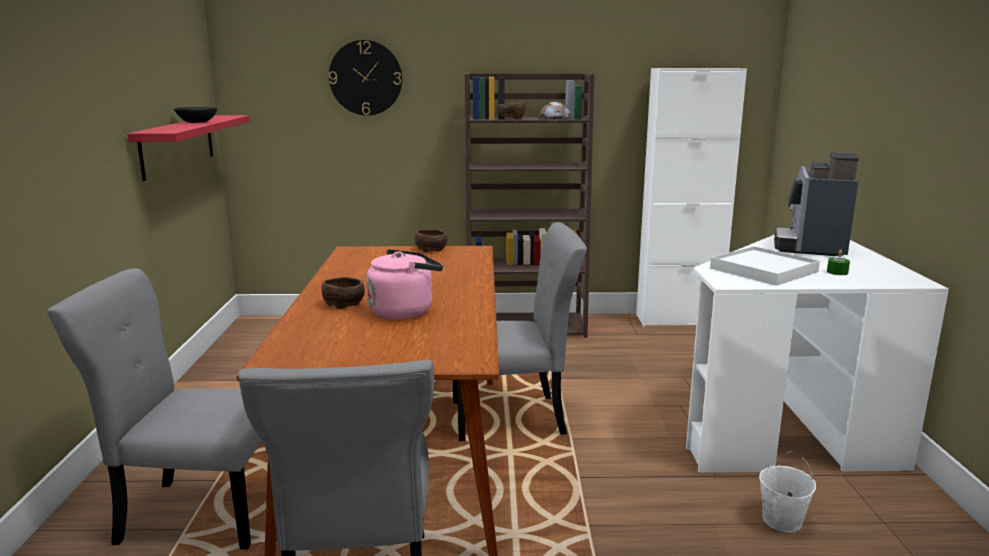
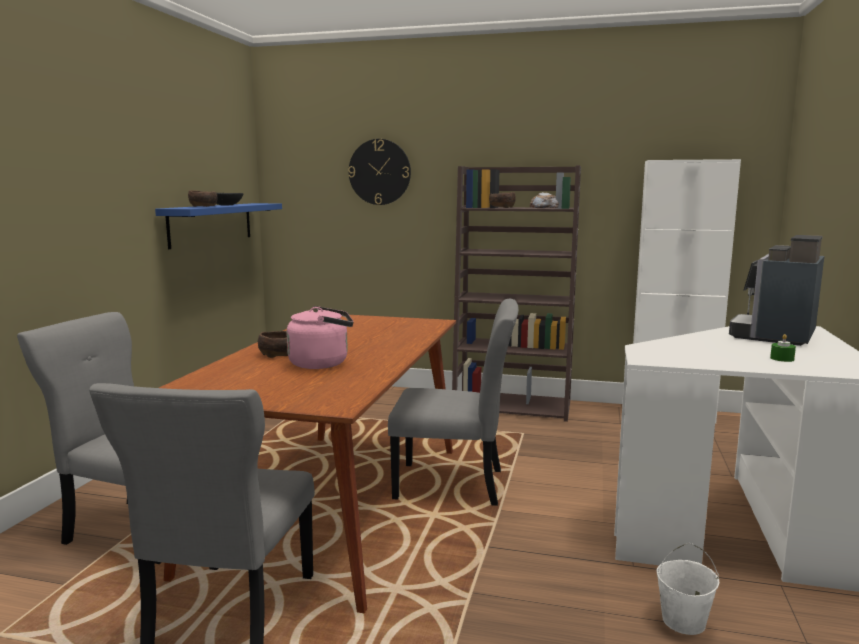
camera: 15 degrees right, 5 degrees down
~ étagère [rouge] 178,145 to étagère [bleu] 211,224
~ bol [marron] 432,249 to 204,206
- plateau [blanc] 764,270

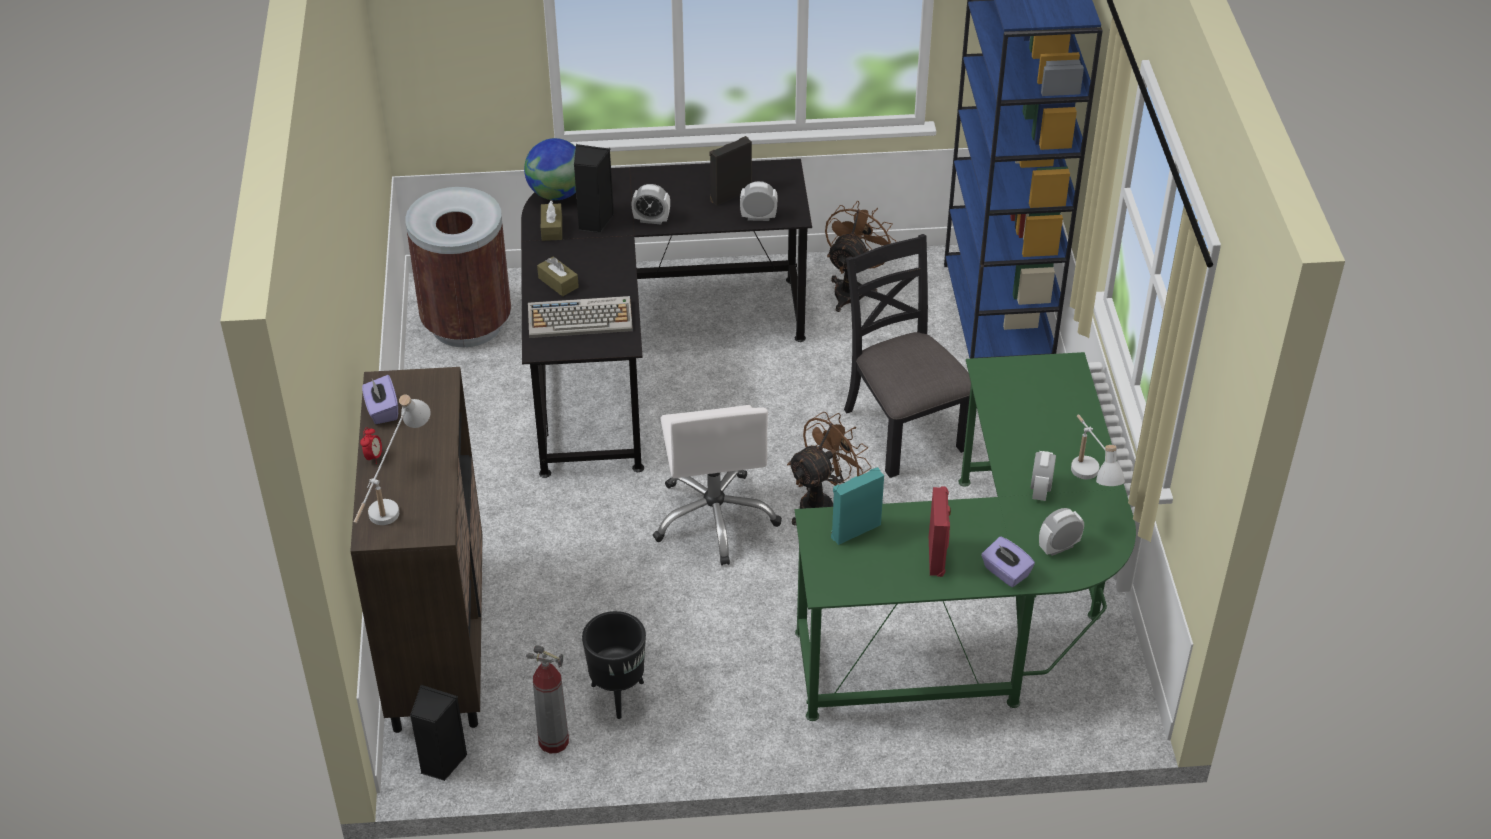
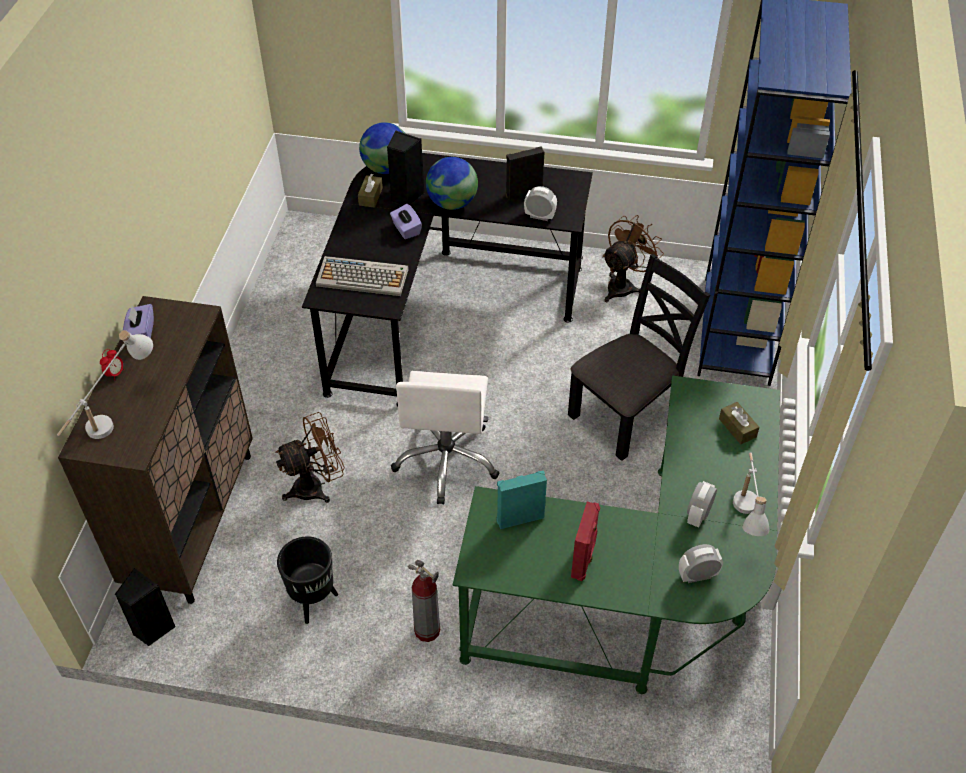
camera: 15 degrees right, 5 degrees up
~ ventilateur [marron] 823,504 to 316,486
~ boîte à mouchoirs [violet] 1005,572 to 406,229
~ extincteur 553,741 to 427,630
~ réveil 651,220 to globe 452,203
~ chaise [noir] 903,428 = 627,414 60 degrees clockwise
~ boîte à mouchoirs [marron] 558,282 to 737,428
- poubelle [marron] 466,322

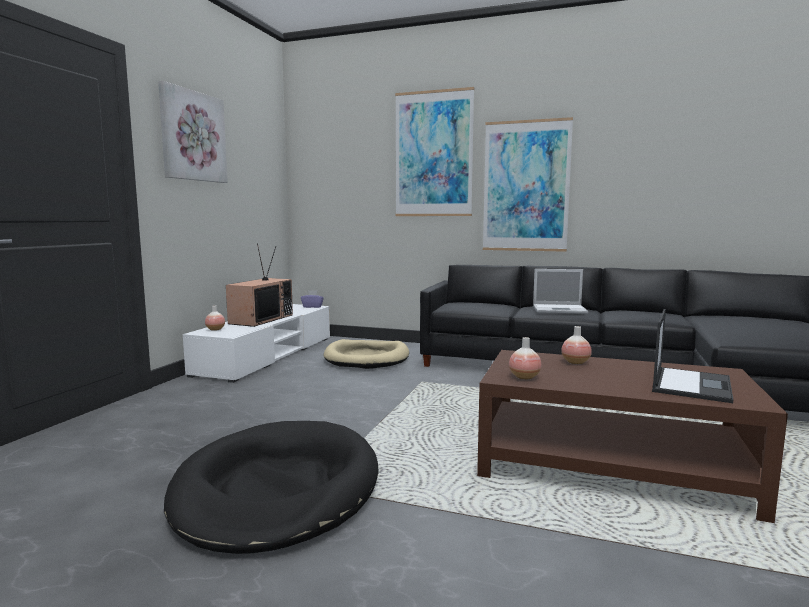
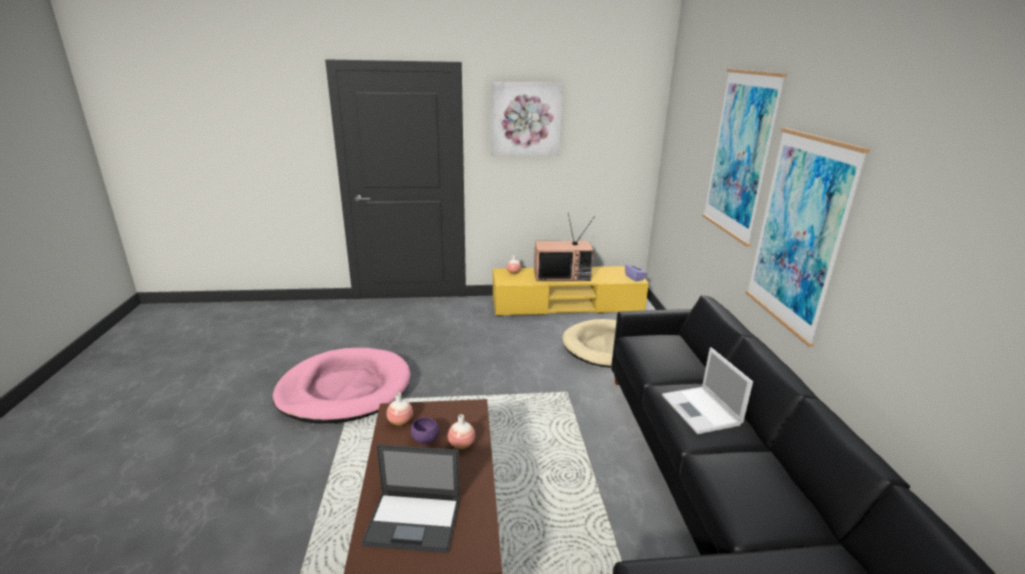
camera: 65 degrees right, 15 degrees up
~ panier pour chien [noir] 277,489 to panier pour chien [rose] 344,390
+ bol [violet] 425,439
~ meuble télé [blanc] 267,355 to meuble télé [jaune] 566,305

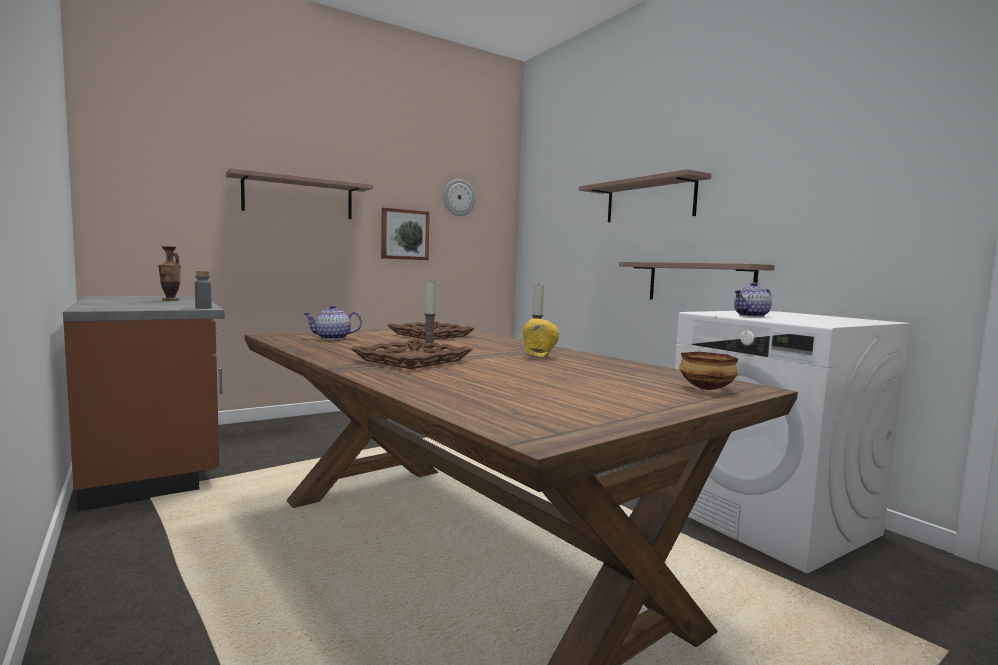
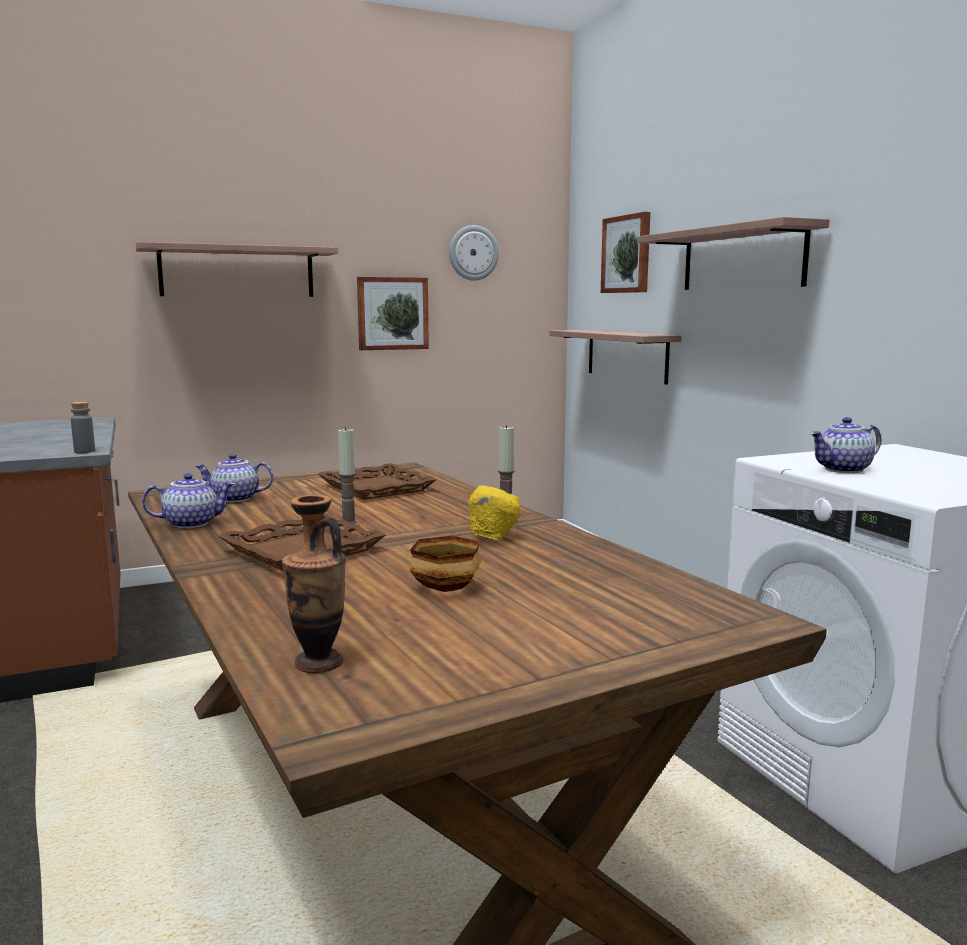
camera: 10 degrees right, 5 degrees up
+ théière 191,523
~ vase 170,300 to 318,663
~ bol 704,388 to 443,588
~ étagère 699,283 to 626,355
+ tableau 627,254

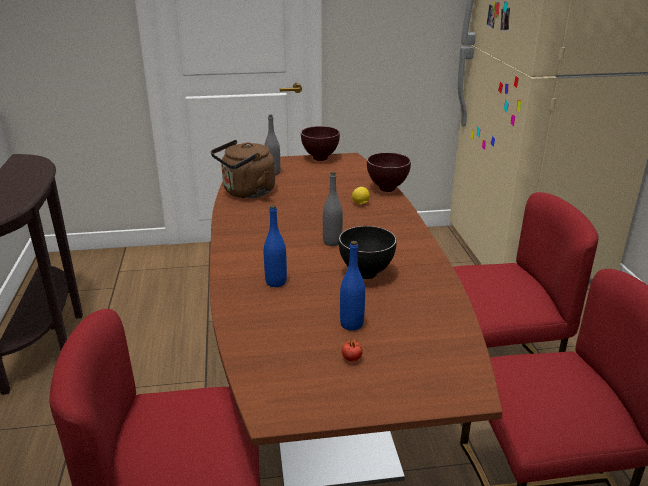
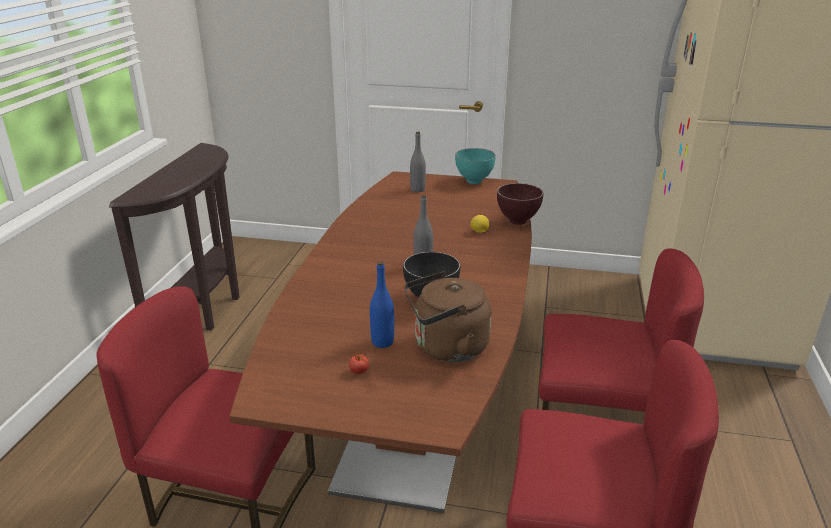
camera: 20 degrees right, 0 degrees up
~ bouilloire [marron] 246,192 to 446,348
~ bol [marron] 321,159 to bol [turquoise] 475,182
- bouteille [bleu] 276,282

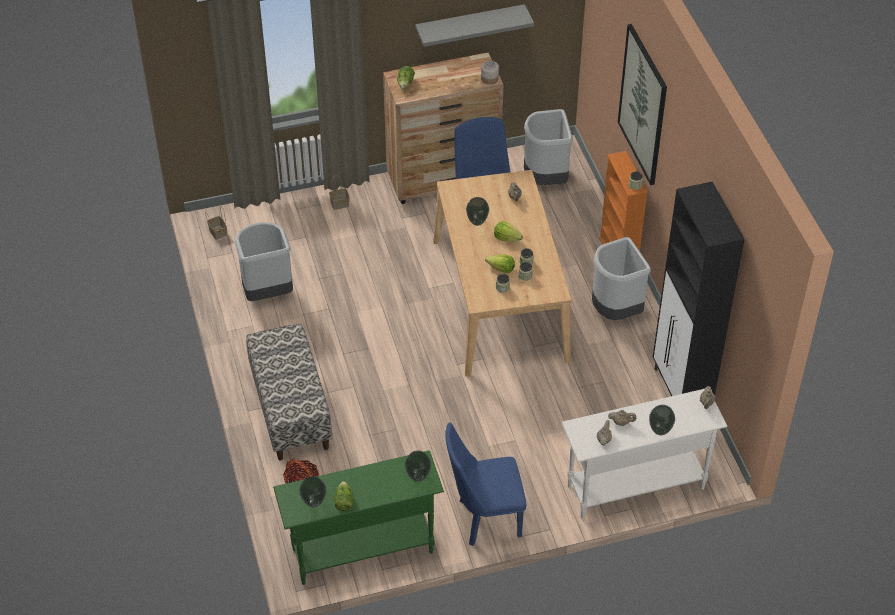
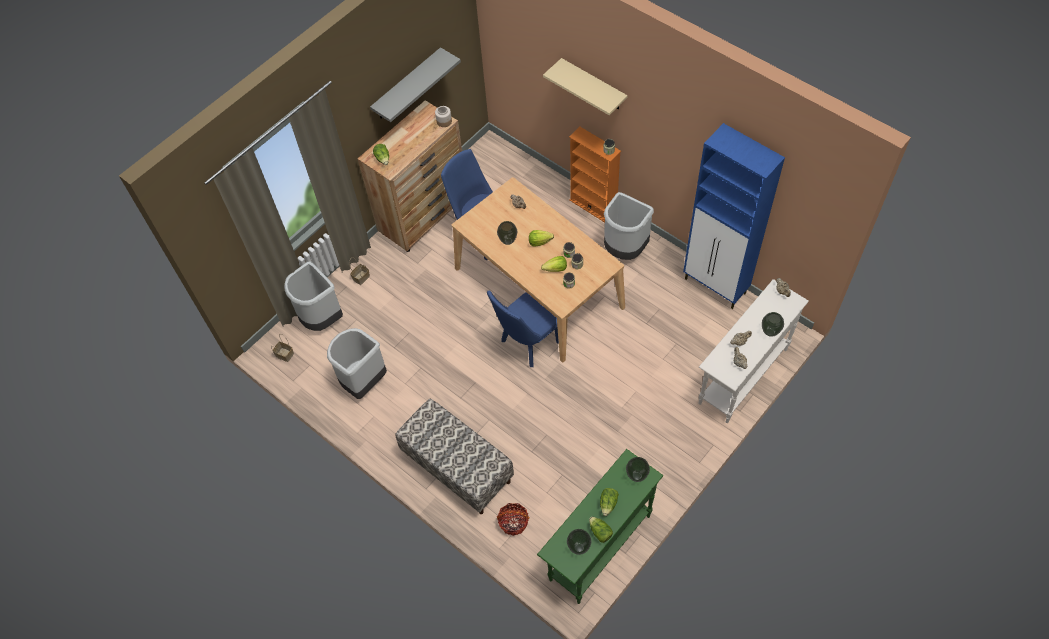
camera: 30 degrees left, 10 degrees up
~ poubelle [gris] 545,179 to 321,319
~ chaise [bleu] 484,519 to 527,345
~ tableau 643,105 to étagère [beige] 593,85
+ laitue 608,504
~ meuble de rangement [noir] 680,393 to meuble de rangement [bleu] 715,286

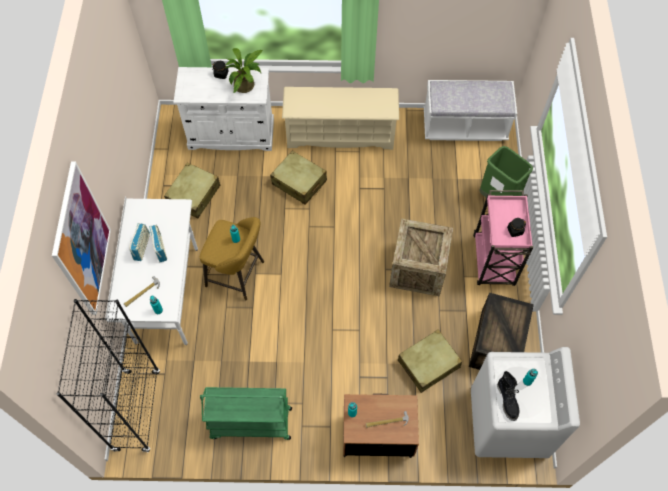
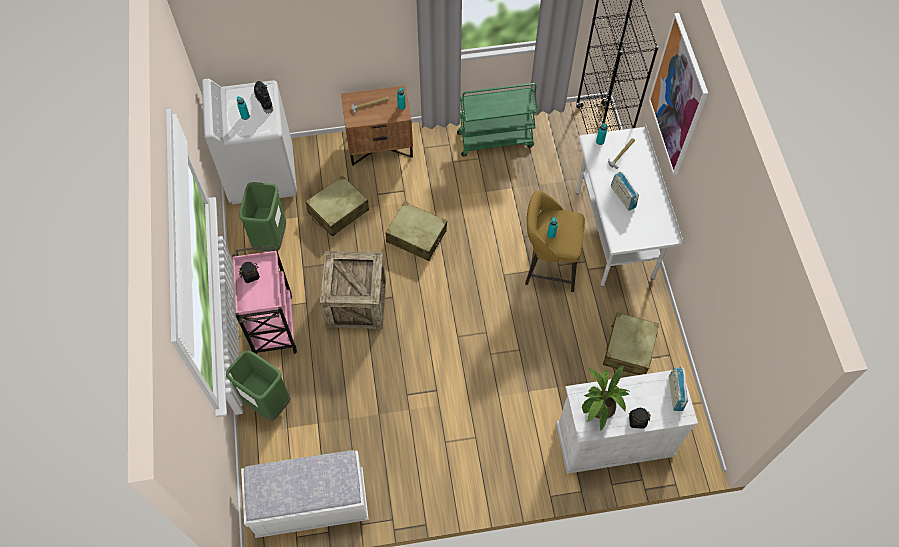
camera: 170 degrees right, 0 degrees up
~ caisse 497,345 to poubelle [vert] 271,239
~ valise [beige] 299,182 to 416,236
~ radio 142,247 to 675,393
- étagère à chaussures [beige] 340,134

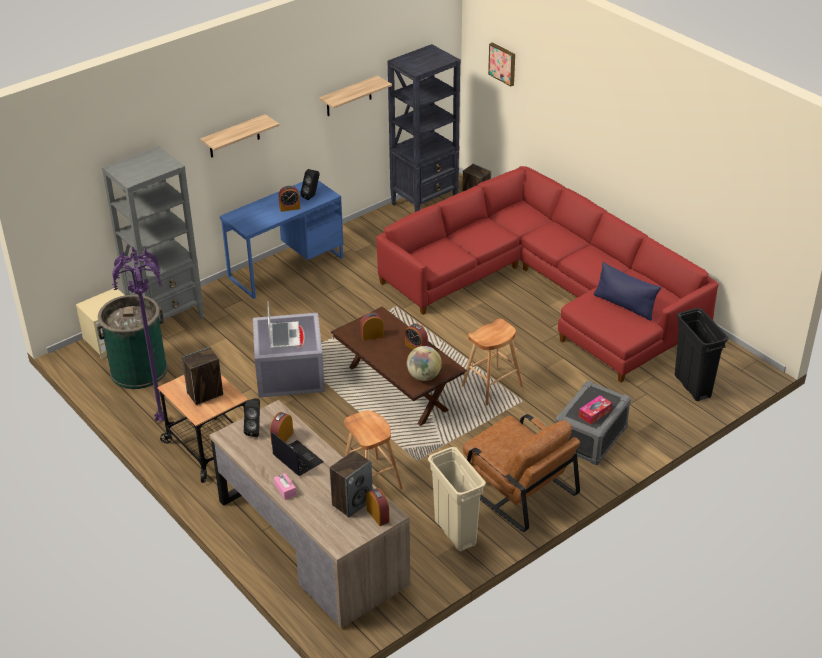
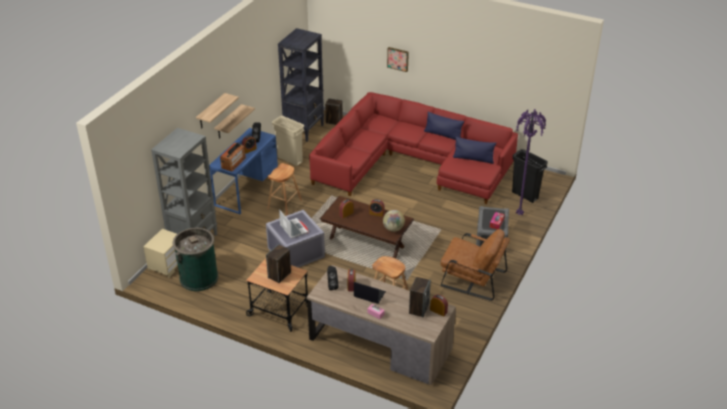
camera: 25 degrees left, 0 degrees up
~ étagère 349,96 to 228,122
+ radio 233,163
~ tabouret [marron] 492,386 to 284,204
~ poubelle [beige] 455,533 to 290,160
~ tableau 503,63 to 398,59
+ coussin [bleu] 443,135
~ lampadaire [violet] 161,419 to 518,214

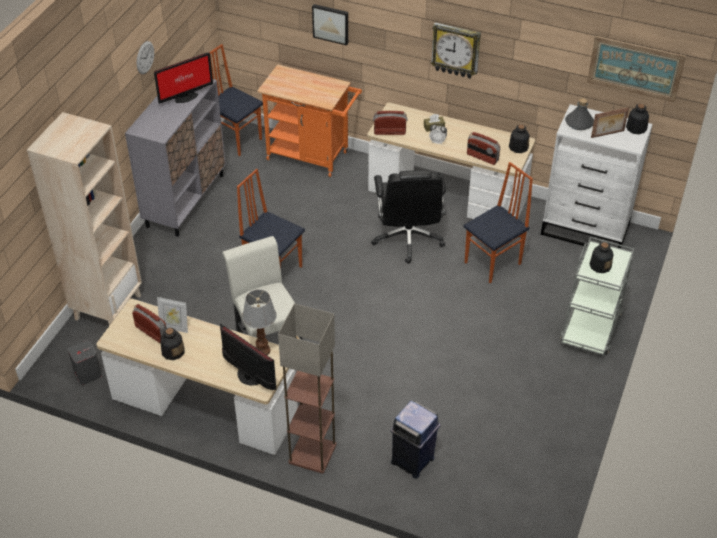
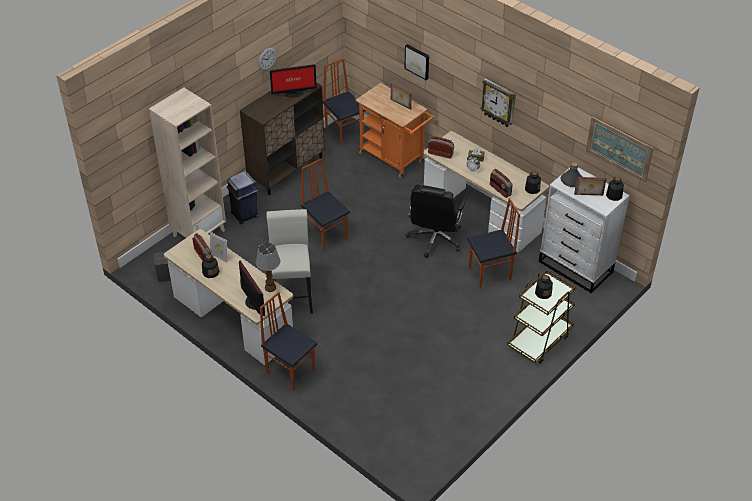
camera: 20 degrees right, 0 degrees up
~ poubelle [bleu] 413,461 to 245,215
~ meuble de rangement [gris] 185,200 to meuble de rangement [marron] 286,169
~ lampadaire 312,452 to chaise 290,371
+ cadre photo 400,104
~ chariot [gris] 591,327 to chariot [marron] 539,340

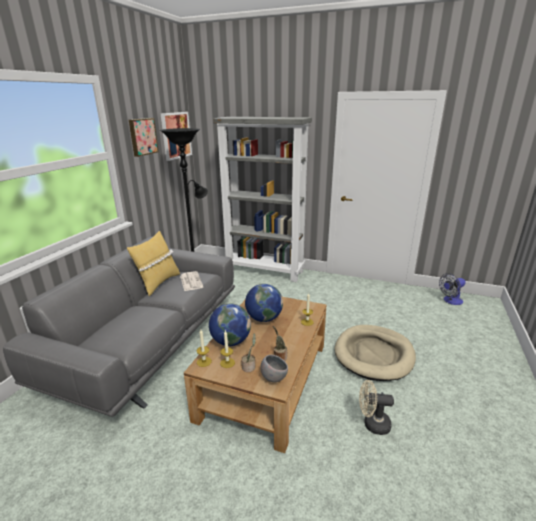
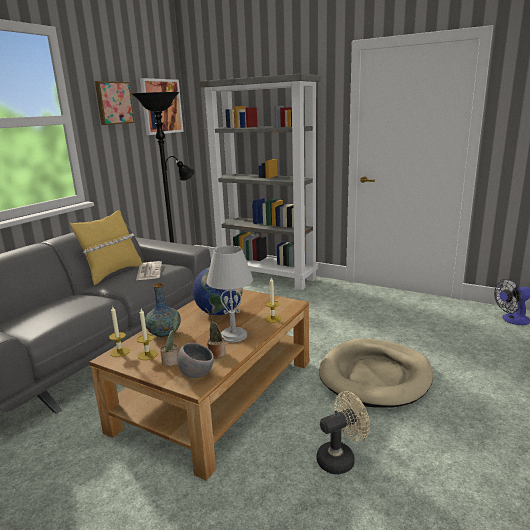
camera: 10 degrees right, 5 degrees down
~ globe 231,341 to vase 164,333
+ lampe de table [gris] 233,335
~ ventilateur [beige] 372,424 = 340,458 135 degrees clockwise

